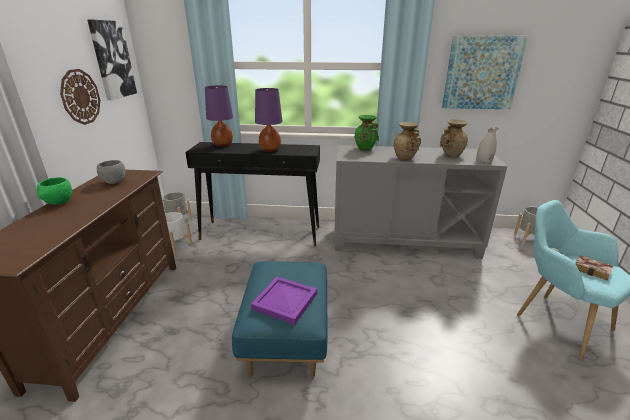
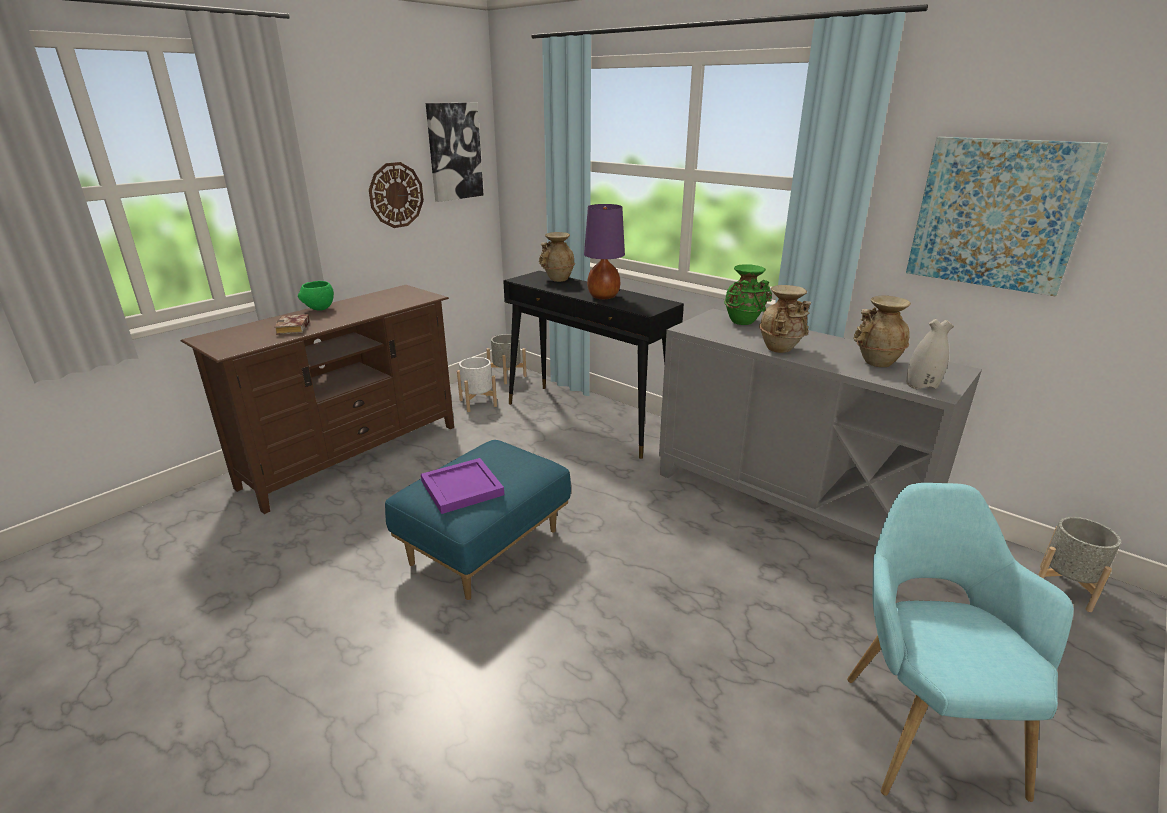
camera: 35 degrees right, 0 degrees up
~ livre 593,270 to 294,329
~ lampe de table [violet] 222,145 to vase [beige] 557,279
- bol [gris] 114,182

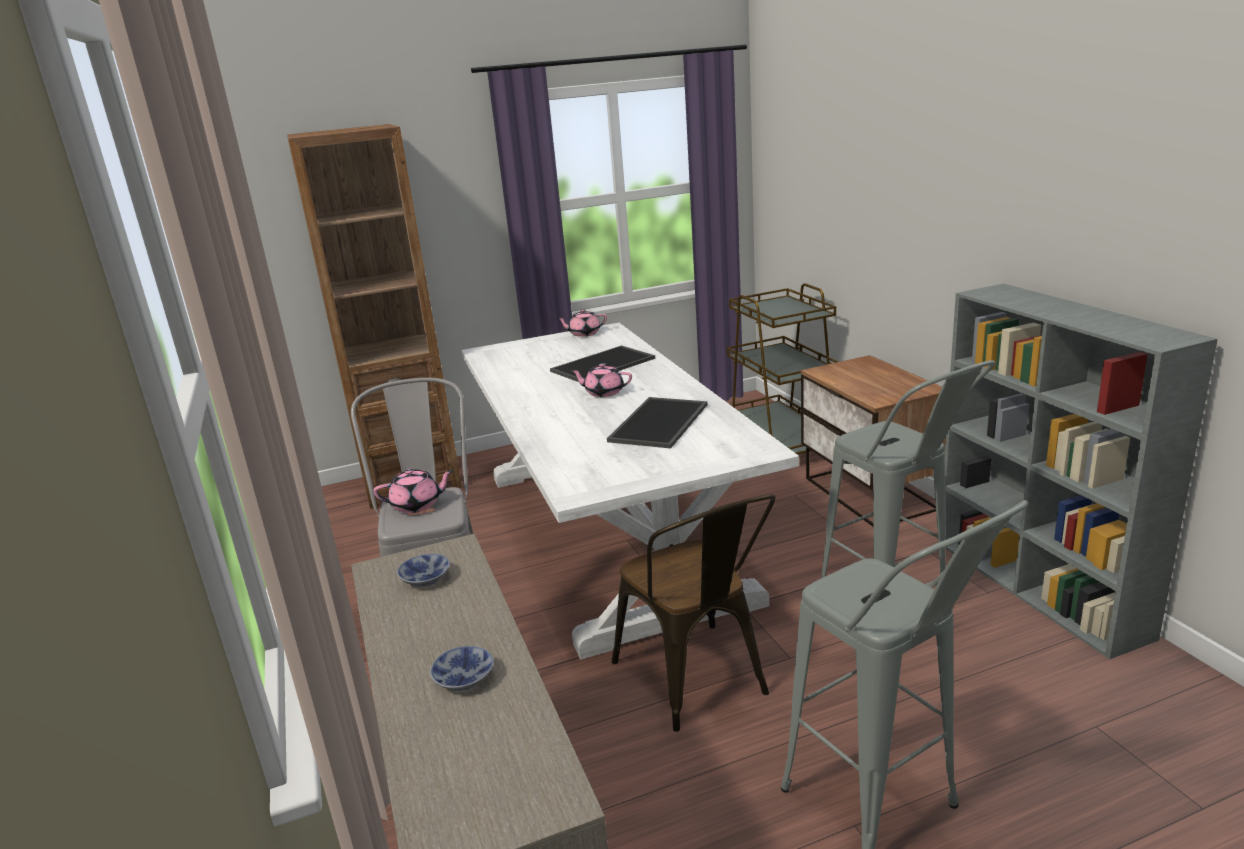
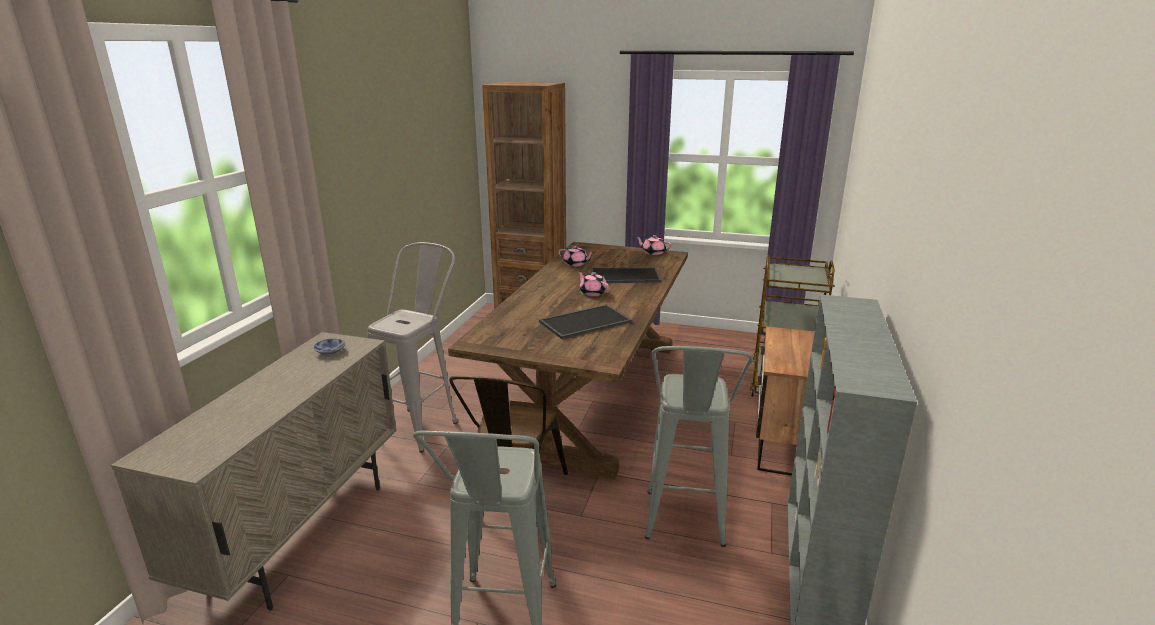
camera: 35 degrees right, 0 degrees up
~ table à manger [blanc] 612,533 to table à manger [marron] 590,393
~ théière [rose] 417,505 to 576,264
- bol 462,678

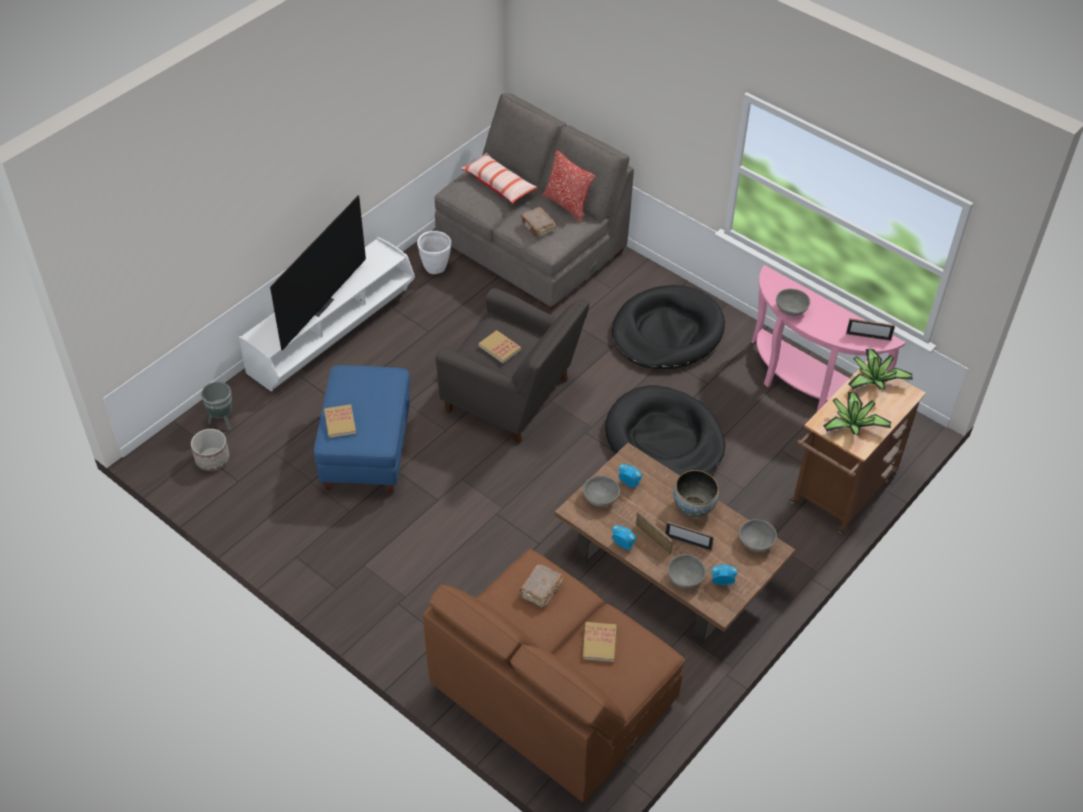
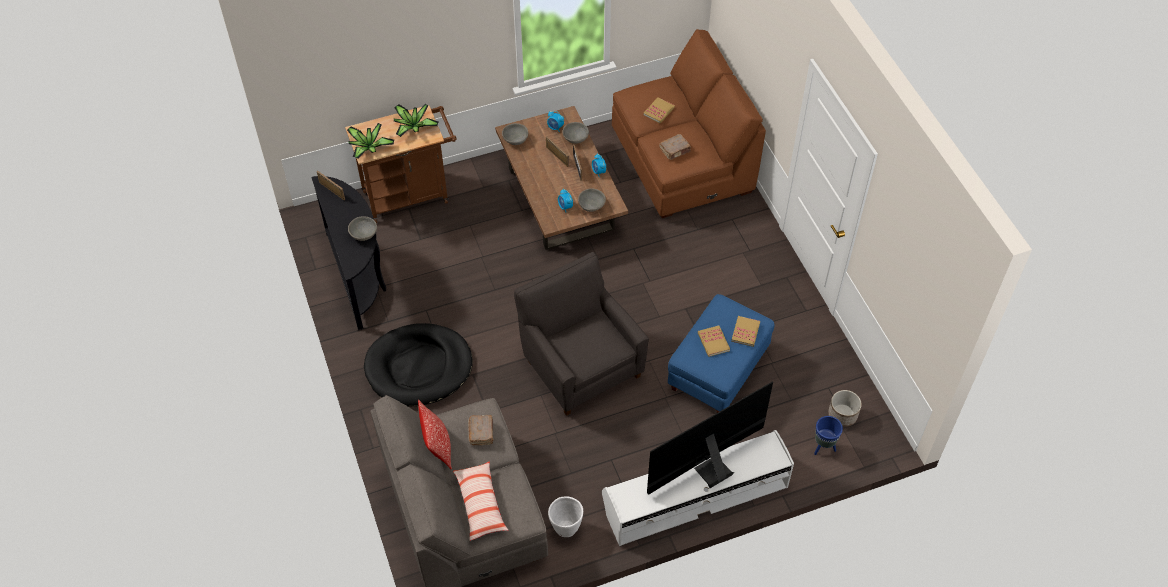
camera: 150 degrees left, 5 degrees up
~ table console [rose] 804,386 to table console [noir] 359,276
~ livre 500,348 to 713,342
~ cache-pot [gris] 222,421 to cache-pot [bleu] 823,447
- panier pour chien [noir] 664,439
- bol 693,508

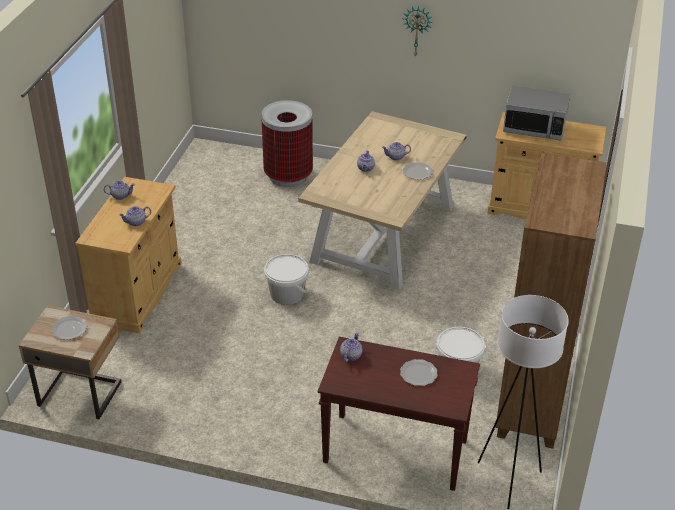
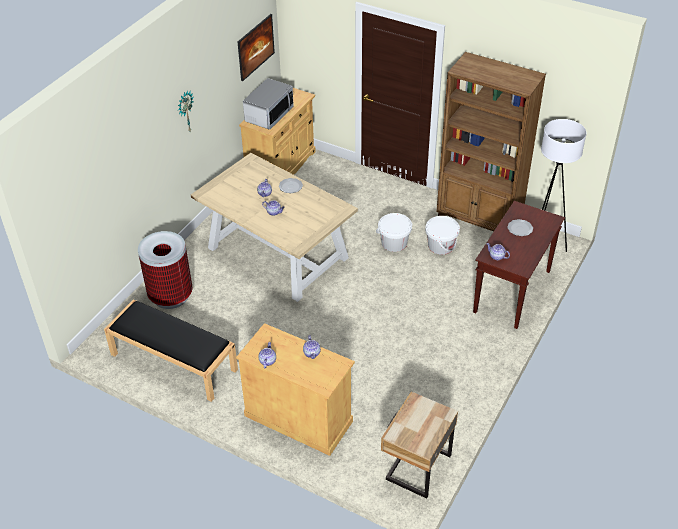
camera: 75 degrees left, 5 degrees up
+ banc [noir] 173,362
+ tableau 256,57
~ seau [blanc] 287,293 to 394,243
- assiette 69,329

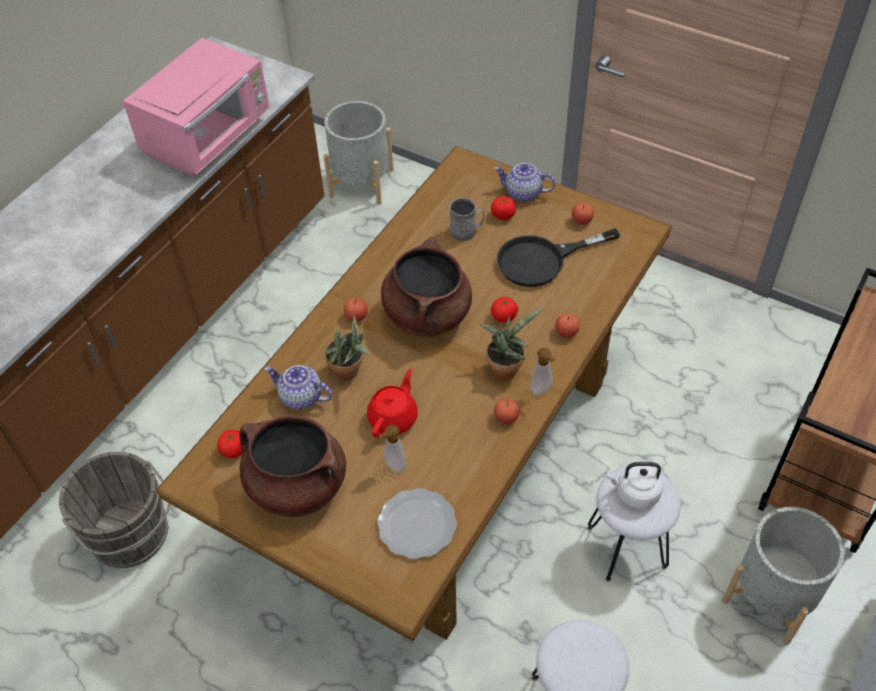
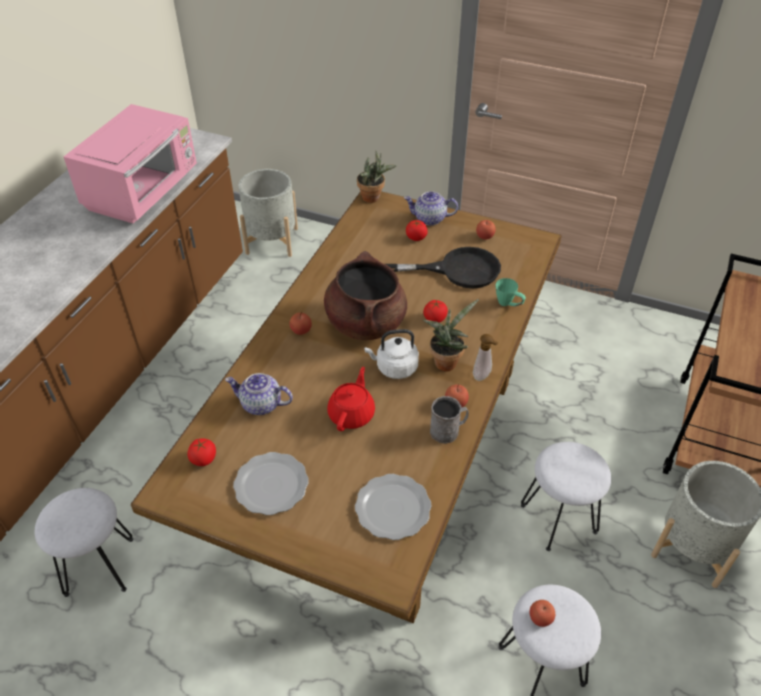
camera: 10 degrees left, 5 degrees down
~ seau [gris] 132,538 to tabouret [blanc] 99,565
~ marmite [marron] 296,486 to assiette 270,485
~ plante en pot 350,372 to 373,198
~ bouilloire [blanc] 635,493 to 394,368
~ poêle [noir] 542,260 = 458,270 150 degrees counterclockwise
~ mug [gris] 467,231 to 448,430
+ mug [vert] 508,304
~ pomme 566,332 to 540,618
- distributeur de savon 393,466

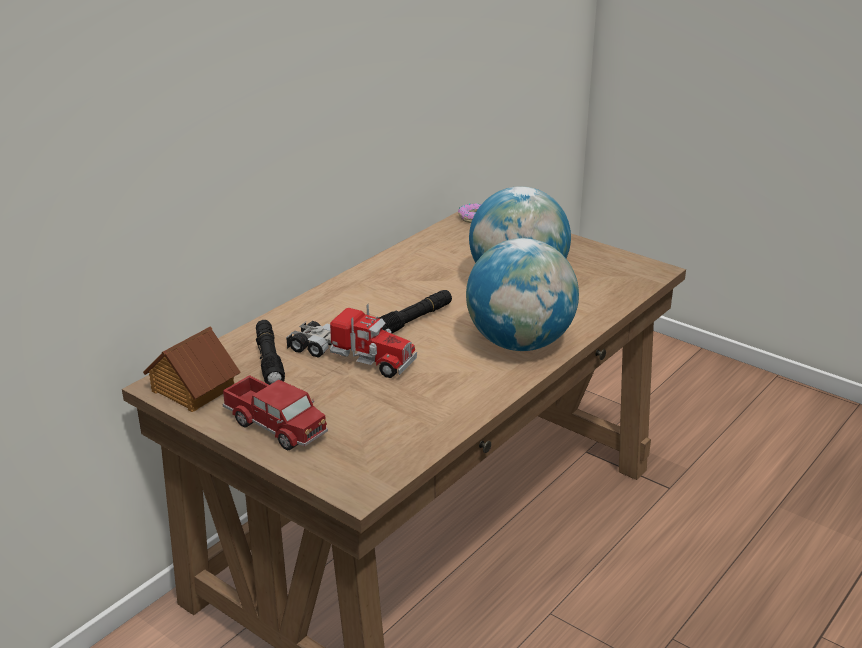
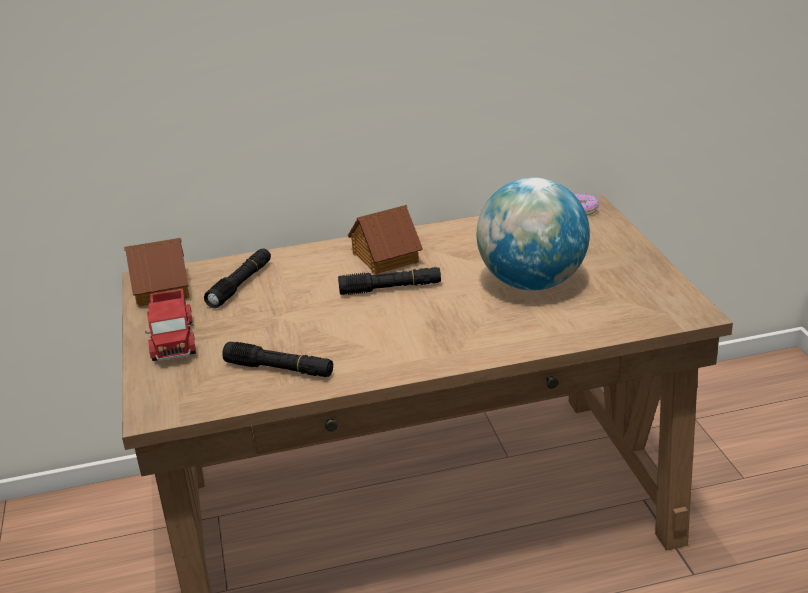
camera: 40 degrees right, 0 degrees up
+ lampe de poche [noir] 279,369
+ maison miniature 384,257
- camion jouet 350,356
- globe 520,343

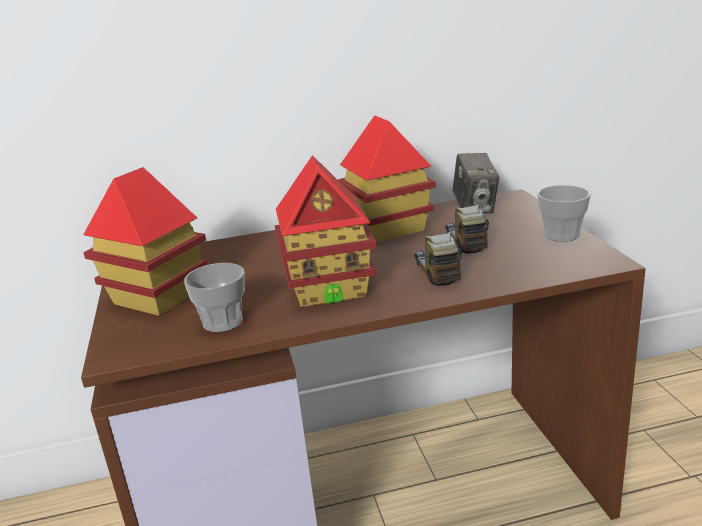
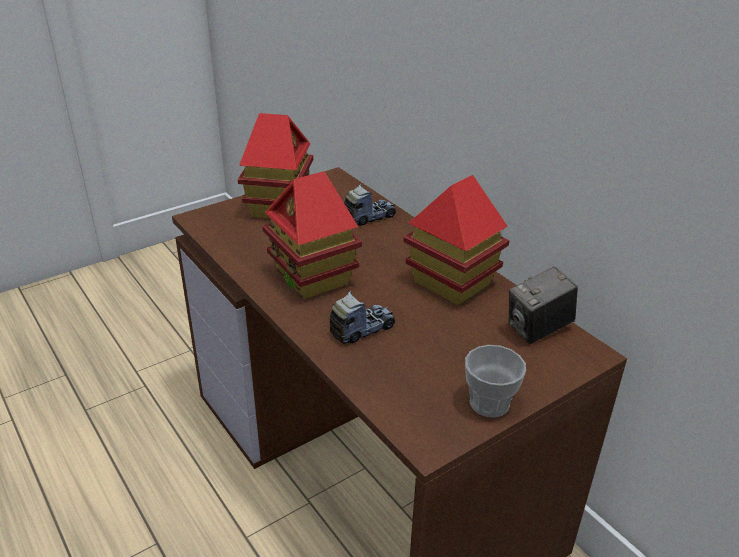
camera: 65 degrees right, 10 degrees up
~ camion jouet 465,242 to 369,217
- tasse 223,322

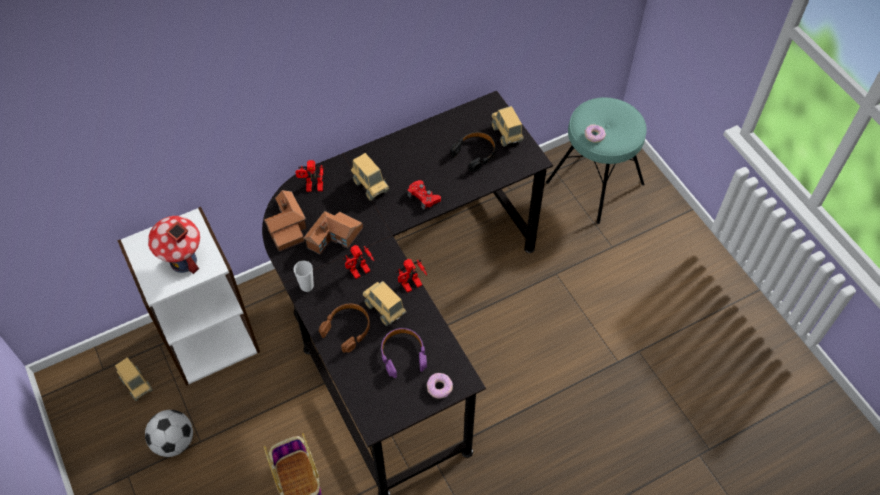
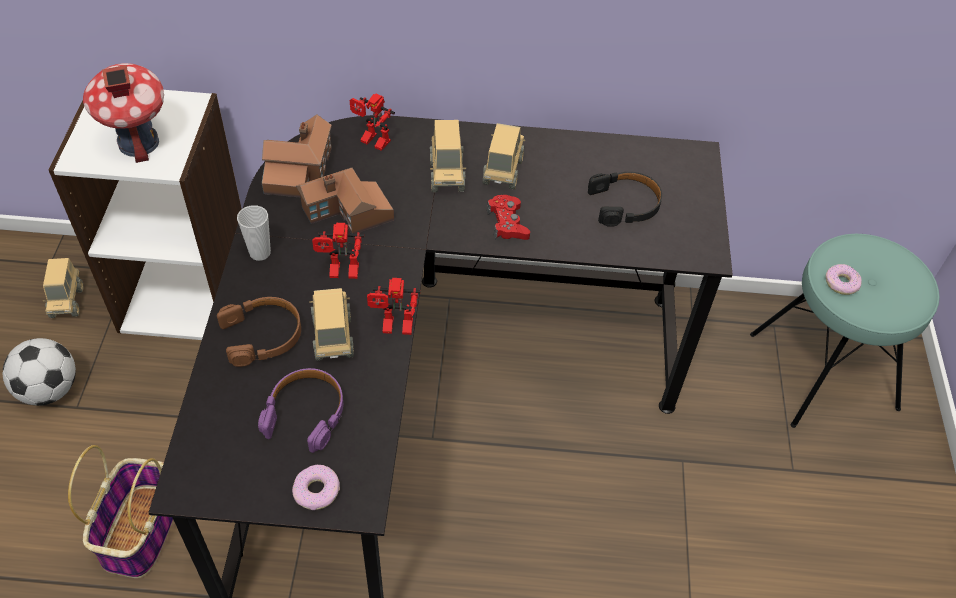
camera: 30 degrees right, 5 degrees down
~ camion jouet 506,134 to 502,172

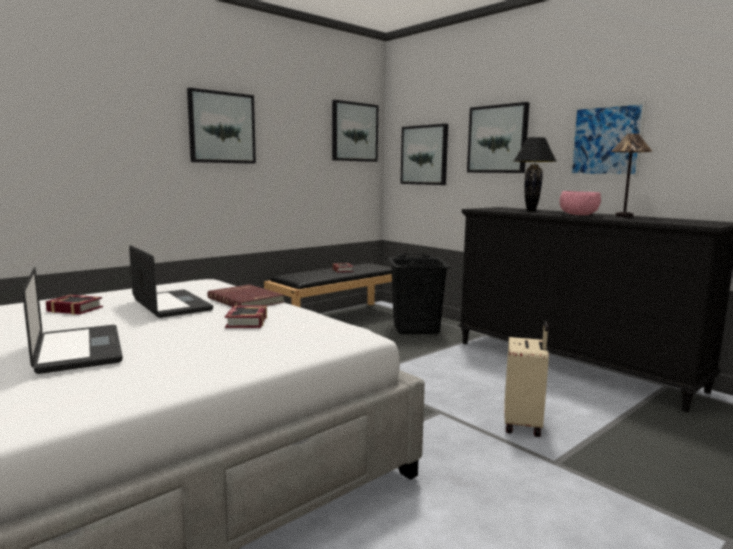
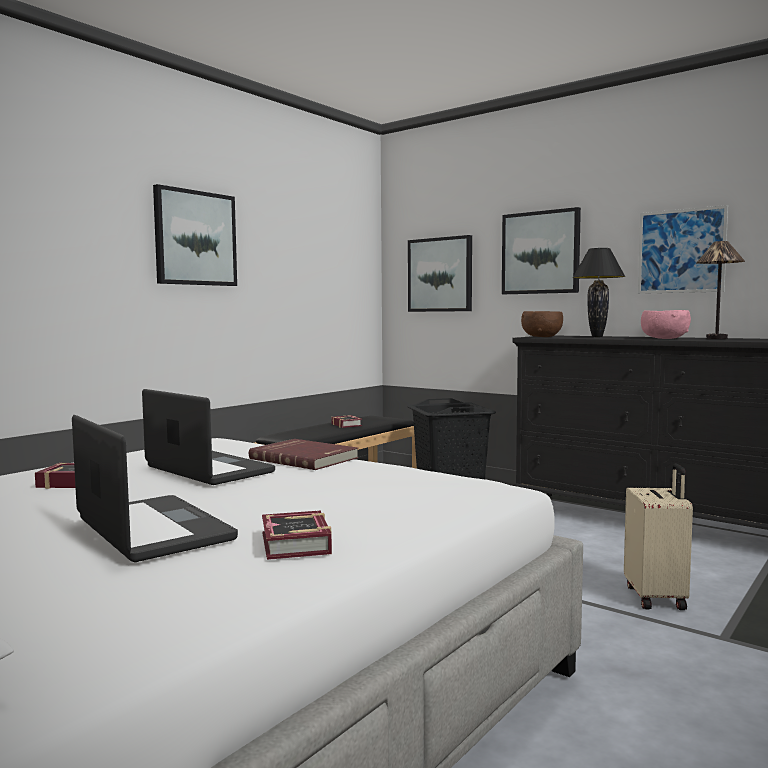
camera: 10 degrees left, 5 degrees down
~ livre 245,322 to 293,545
+ bol [marron] 541,337
- tableau 354,132

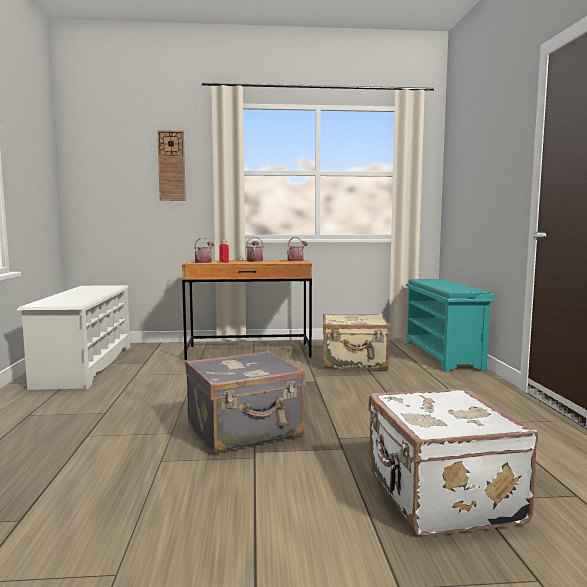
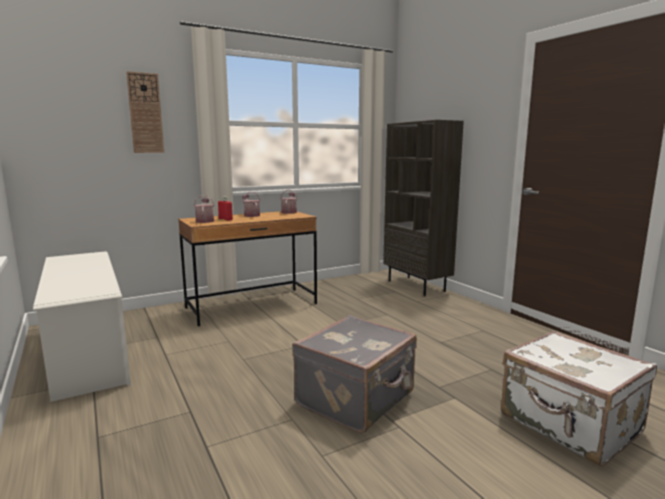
camera: 25 degrees left, 5 degrees up
~ étagère à chaussures [turquoise] 443,355 to bibliothèque [marron] 417,286
- valise [beige] 354,363

